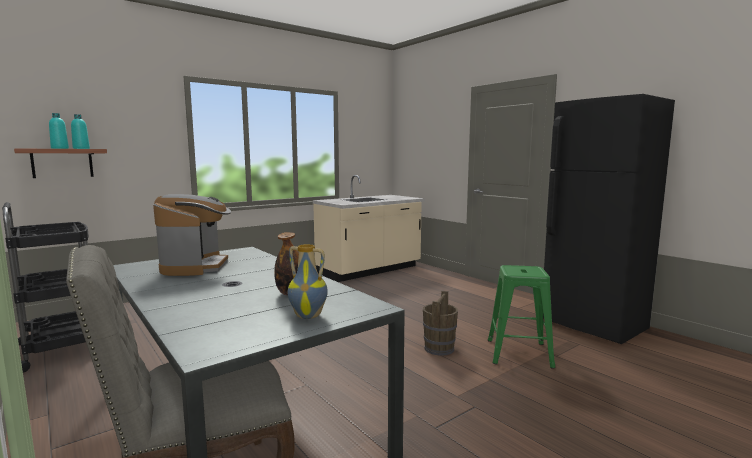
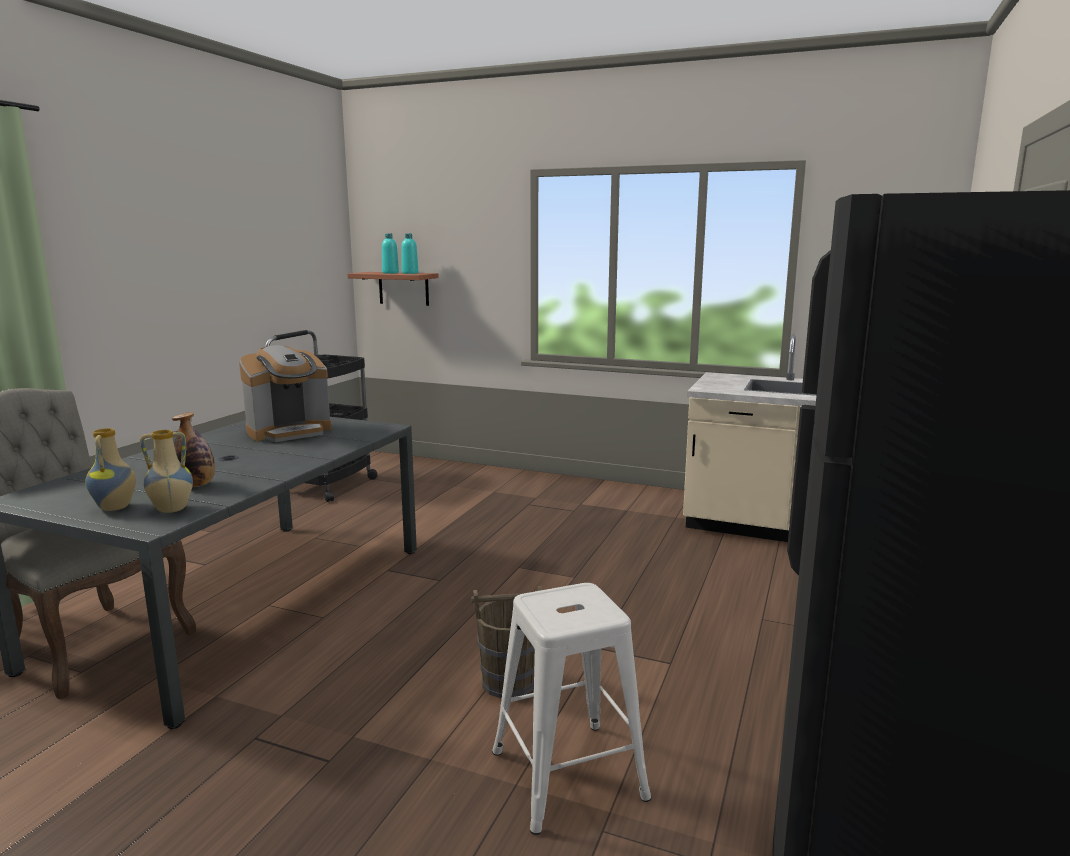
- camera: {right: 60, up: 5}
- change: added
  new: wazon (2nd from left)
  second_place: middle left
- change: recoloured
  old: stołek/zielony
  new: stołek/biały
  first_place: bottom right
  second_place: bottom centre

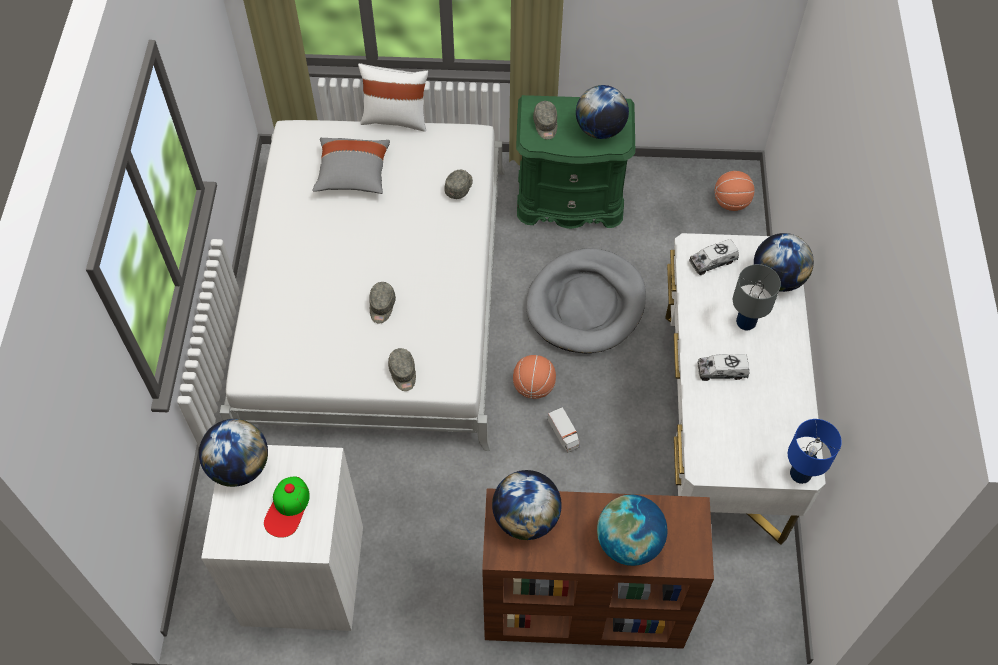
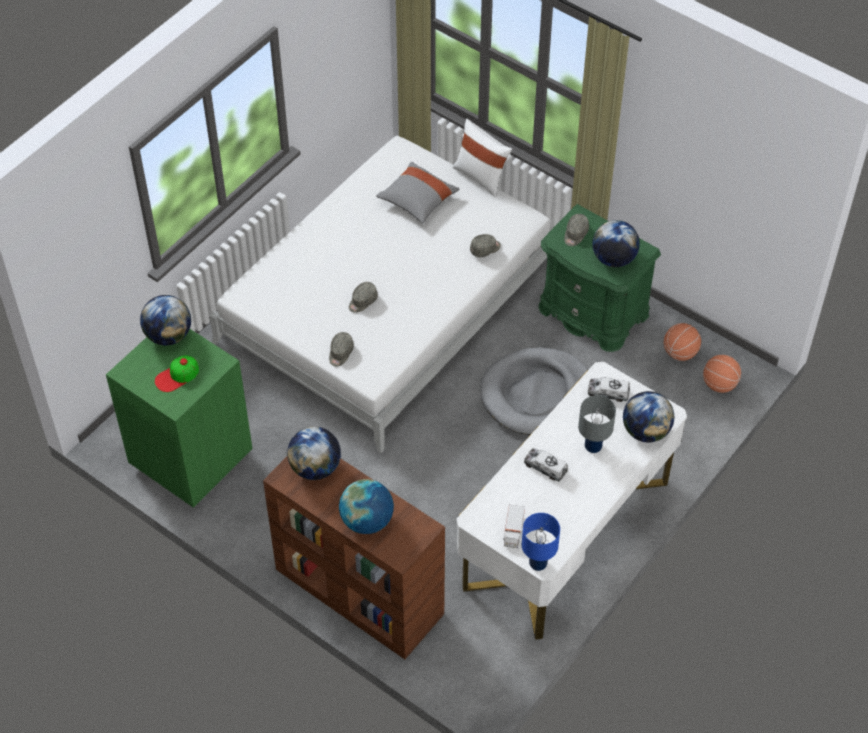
- camera: {right: 35, up: -5}
- change: recoloured
  old: komoda/biały
  new: komoda/zielony
  first_place: bottom left
  second_place: middle left
- change: moved
  old: ciężarówka zabawkowa (1st from left)
  first_place: centre
  second_place: bottom centre
- change: moved
  old: piłka do koszykówki (1st from left)
  first_place: centre
  second_place: middle right

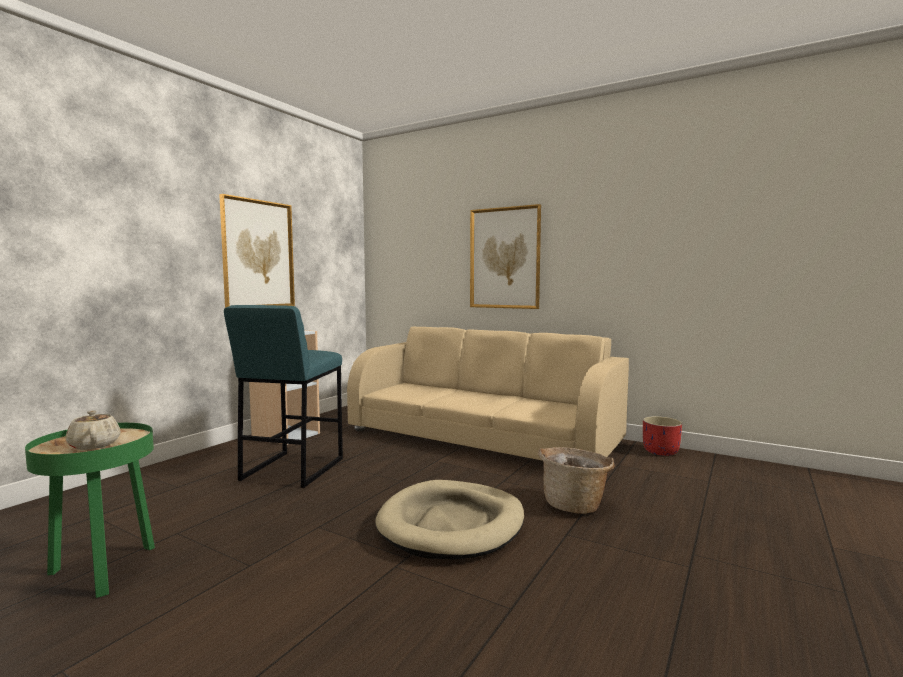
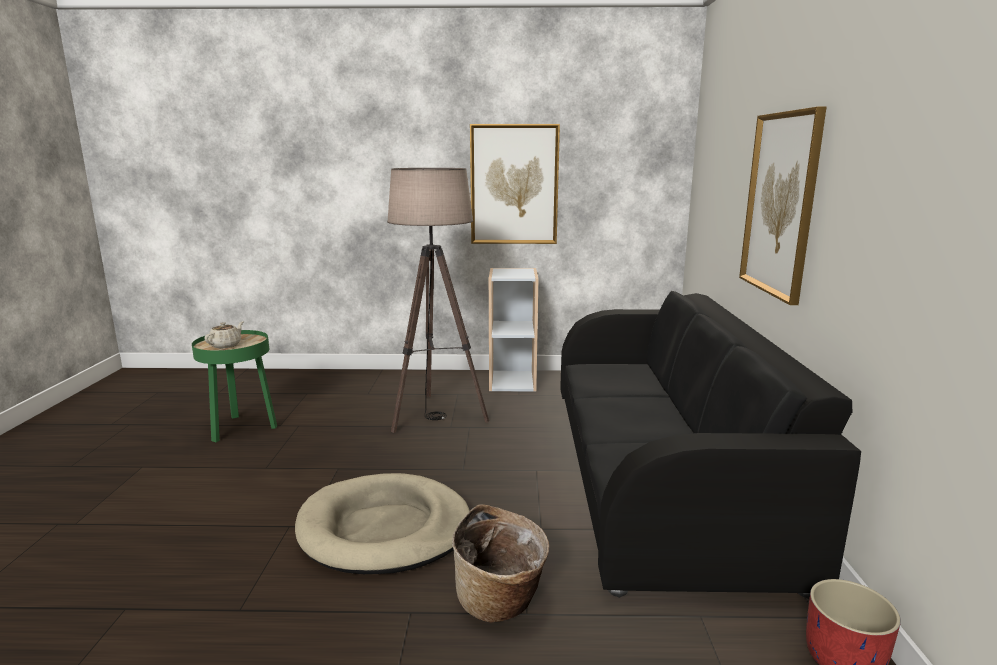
- camera: {right: 60, up: 10}
- change: replaced
  old: stołek/turkusowy
  new: lampa stojąca
  first_place: middle left
  second_place: centre
- change: recoloured
  old: kanapa/beżowy
  new: kanapa/czarny
  first_place: centre
  second_place: bottom right

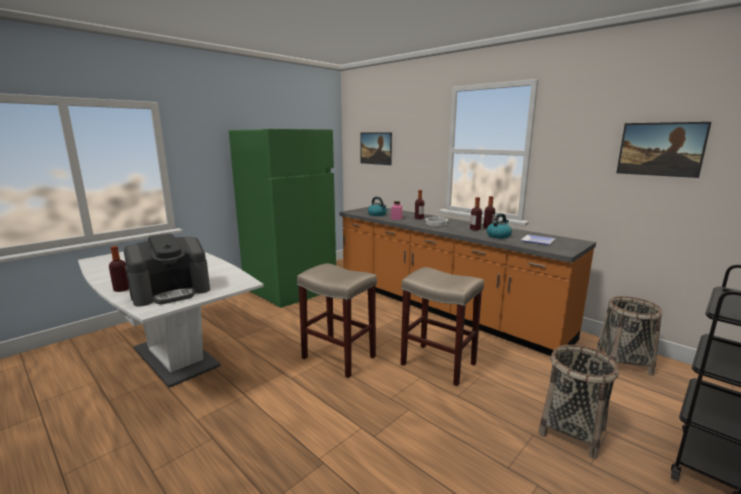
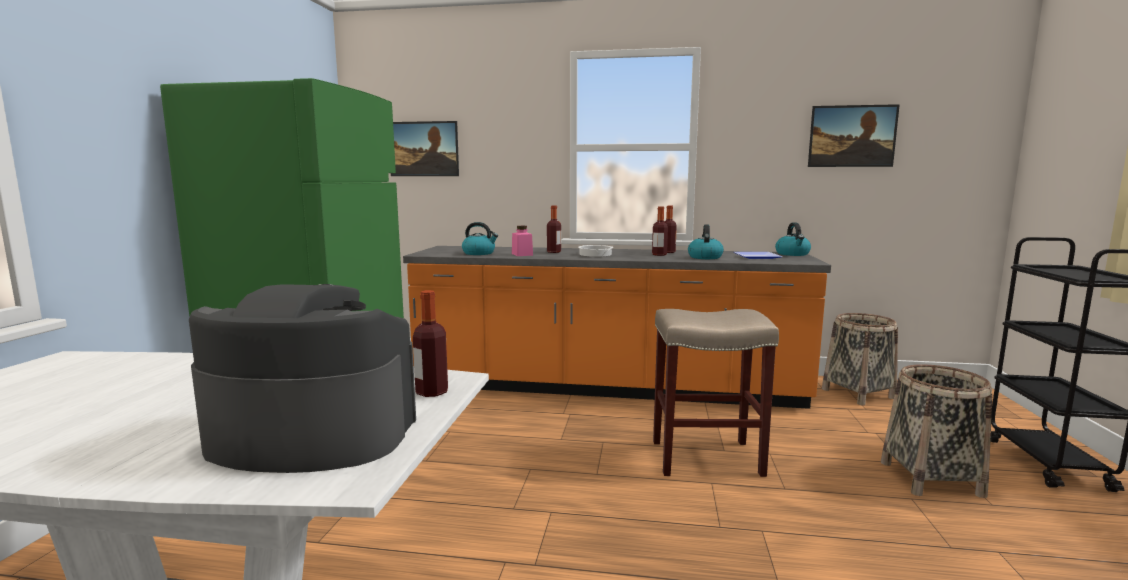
- camera: {right: -35, up: -5}
- change: turned
  old: ekspres do kawy
  first_place: middle left
  second_place: middle left
  degrees: -105
- change: moved
  old: butelka (1st from left)
  first_place: middle left
  second_place: centre
- change: added
  new: czajnik (3rd from left)
  second_place: middle right
- change: removed
  old: stołek/beżowy (1st from left)
  first_place: centre

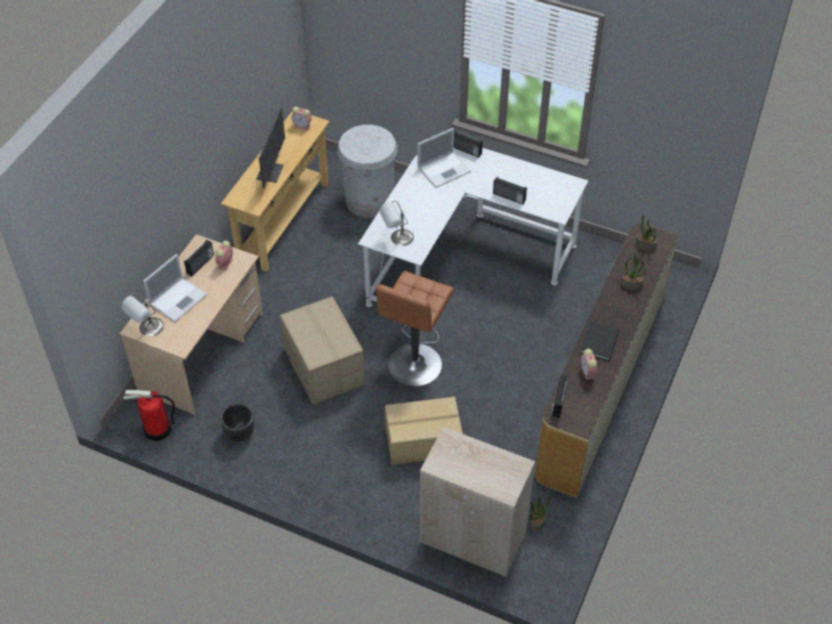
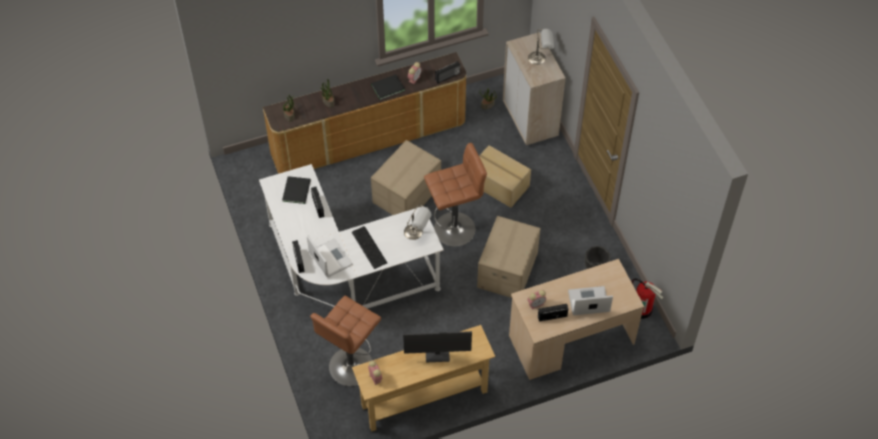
- camera: {right: -135, up: 5}
- change: added
  new: książka/czarny (1st from left)
  second_place: centre
- change: turned
  old: laptop (2nd from left in the first image)
  first_place: top centre
  second_place: centre
  degrees: 45
- change: replaced
  old: kosz na śmieci/biały
  new: stołek/brązowy (1st from left)
  first_place: top centre
  second_place: bottom centre
- change: added
  new: klawiatura
  second_place: centre
- change: added
  new: karton (1st from left)
  second_place: centre
- change: turned
  old: monitor
  first_place: top left
  second_place: bottom centre
  degrees: -150
- change: moved
  old: lampa stołowa/biały (1st from left in the first image)
  new: lampa stołowa/biały (2nd from left)
  first_place: middle left
  second_place: top centre

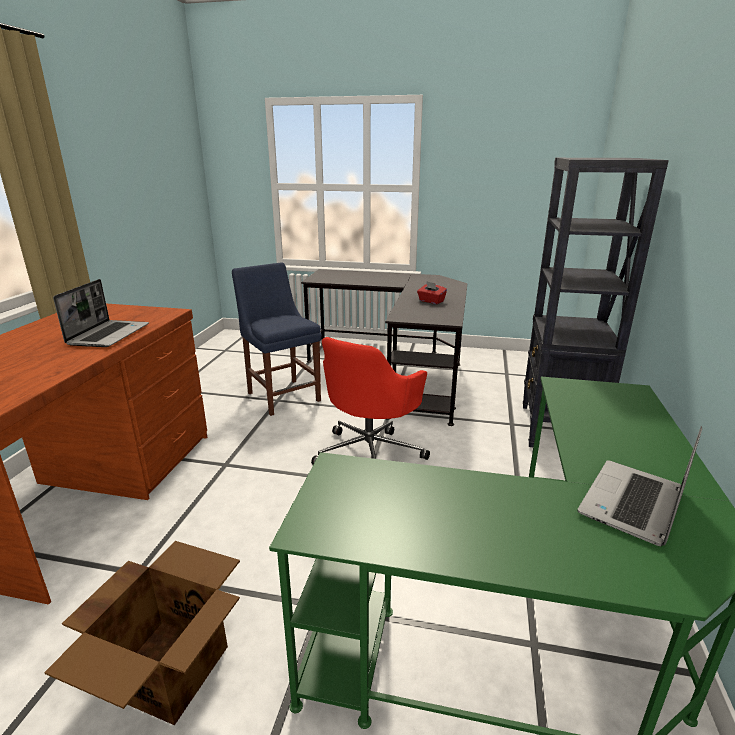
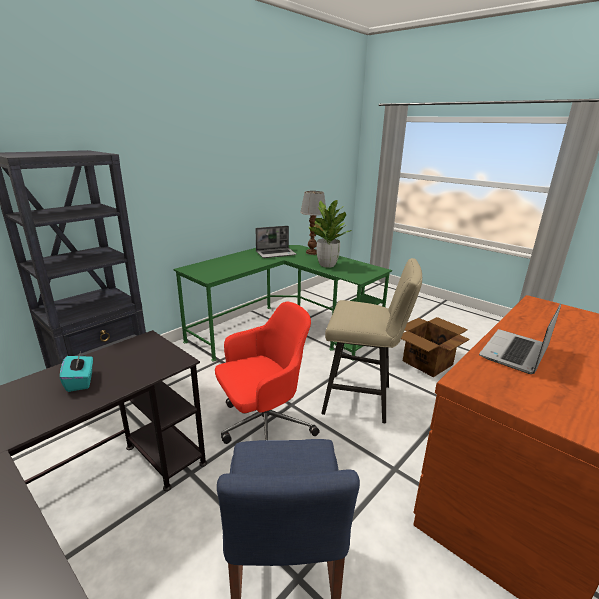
- camera: {right: -150, up: 0}
- change: recoloured
  old: pudełko chusteczek/czerwony
  new: pudełko chusteczek/turkusowy
  first_place: centre
  second_place: middle left
- change: added
  new: lampa stołowa
  second_place: centre
- change: added
  new: roślina doniczkowa
  second_place: centre
- change: added
  new: stołek/beżowy
  second_place: centre

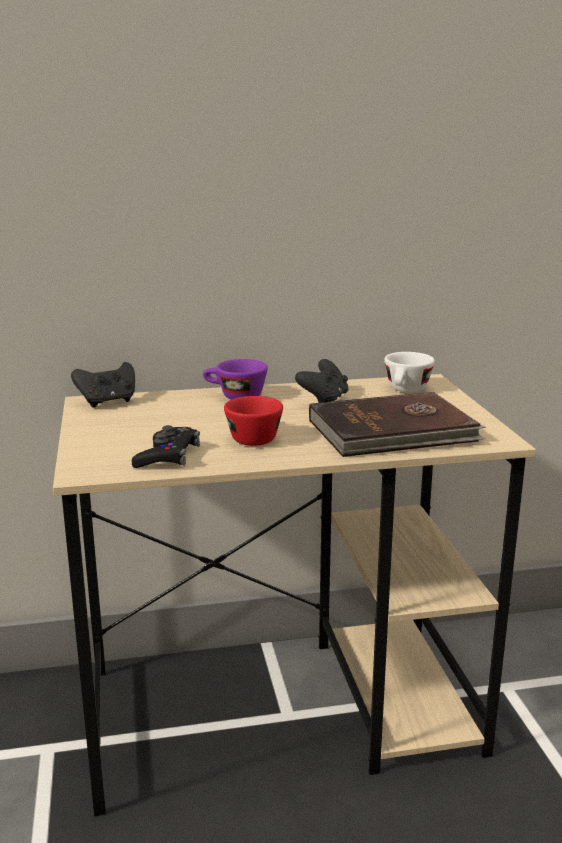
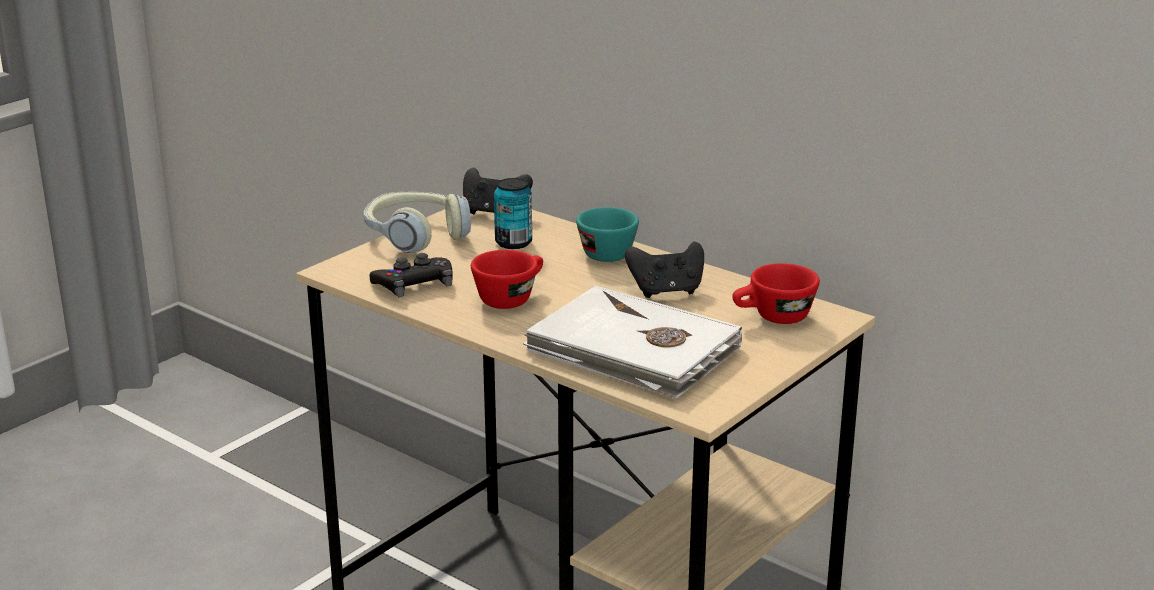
- camera: {right: 50, up: 5}
- change: added
  new: słuchawki
  second_place: centre
- change: added
  new: puszka
  second_place: centre
- change: recoloured
  old: książka/brązowy
  new: książka/biały
  first_place: middle right
  second_place: centre
- change: recoloured
  old: filiżanka/fioletowy
  new: filiżanka/turkusowy
  first_place: centre
  second_place: centre
- change: recoloured
  old: filiżanka/biały
  new: filiżanka/czerwony (2nd from left)
  first_place: middle right
  second_place: middle right

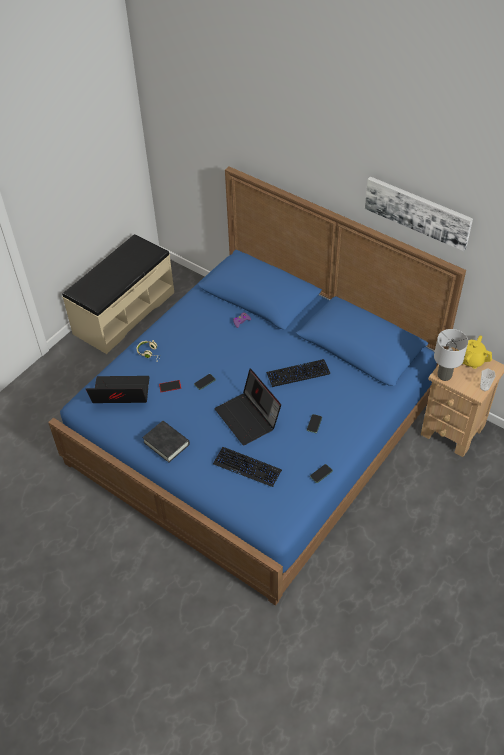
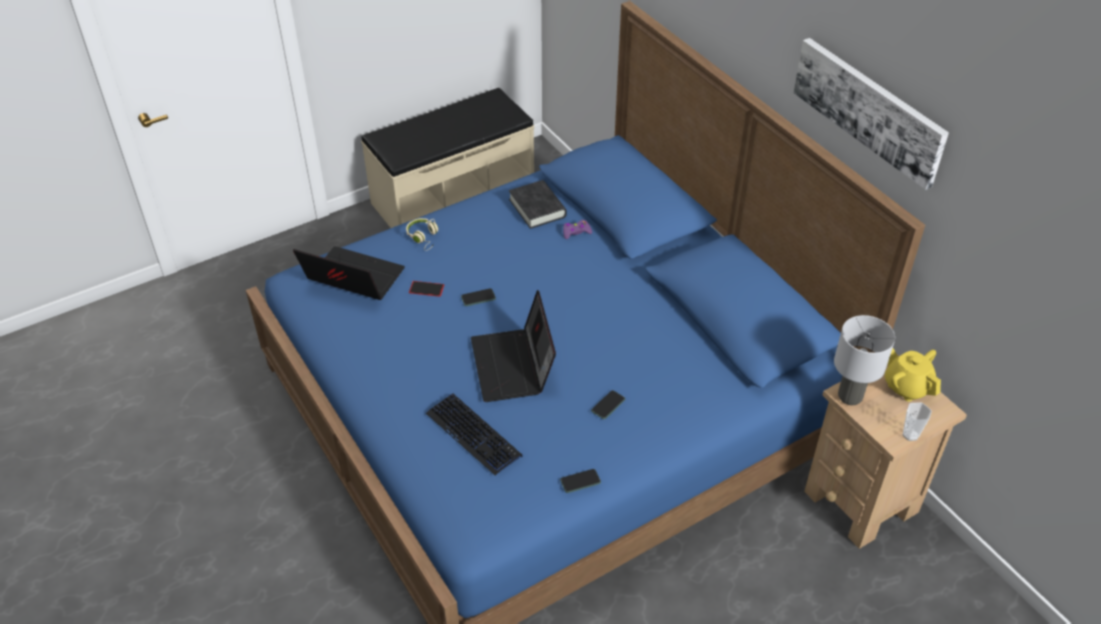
- camera: {right: 20, up: -5}
- change: moved
  old: książka/czarny
  first_place: middle left
  second_place: top centre
- change: removed
  old: klawiatura (2nd from left)
  first_place: centre

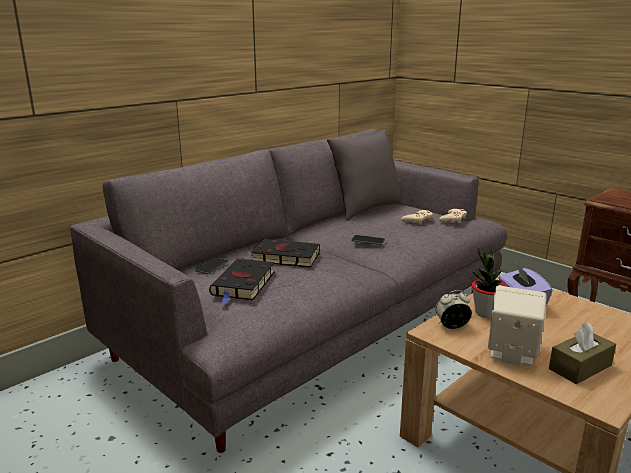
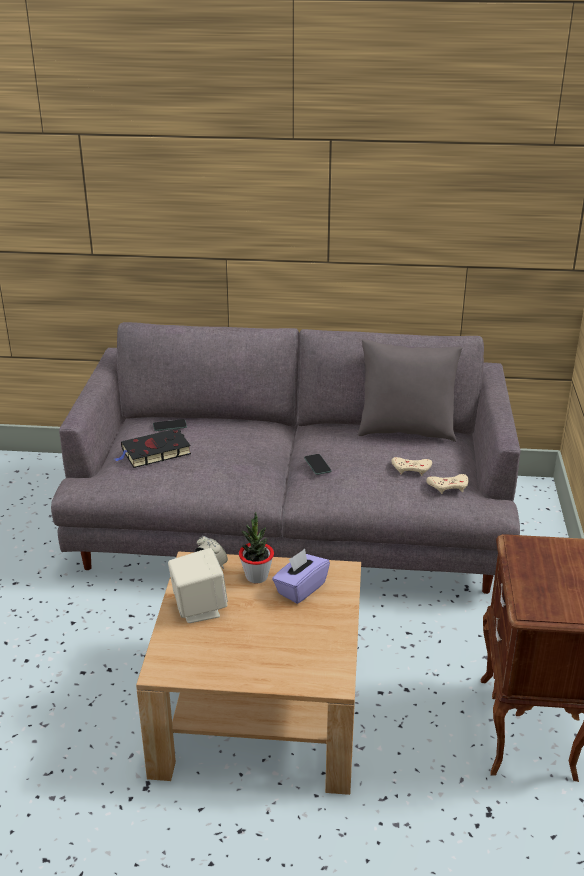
- camera: {right: 50, up: 10}
- change: removed
  old: książka/czarny (2nd from left)
  first_place: centre
- change: removed
  old: pudełko chusteczek/brązowy
  first_place: bottom right

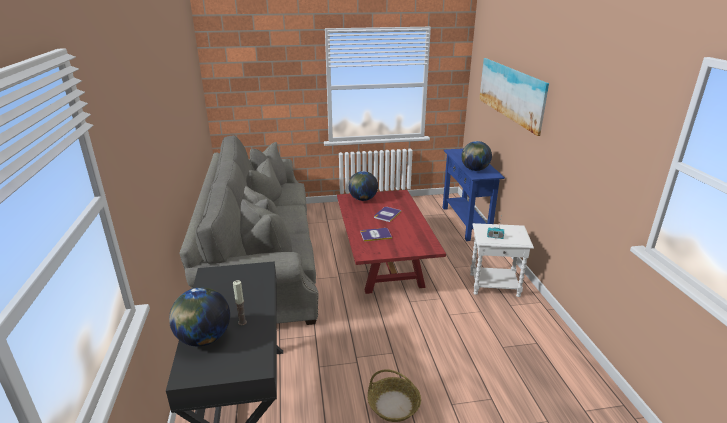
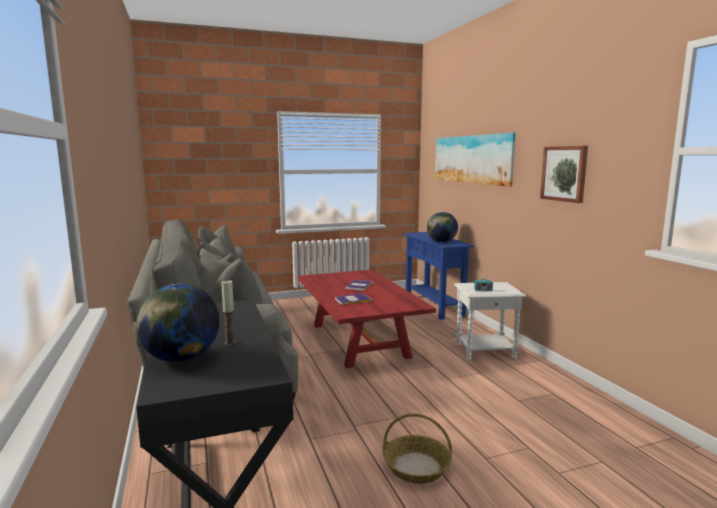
- camera: {right: -10, up: -15}
- change: added
  new: obraz (2nd from left)
  second_place: middle right
- change: removed
  old: globus (2nd from left)
  first_place: centre

